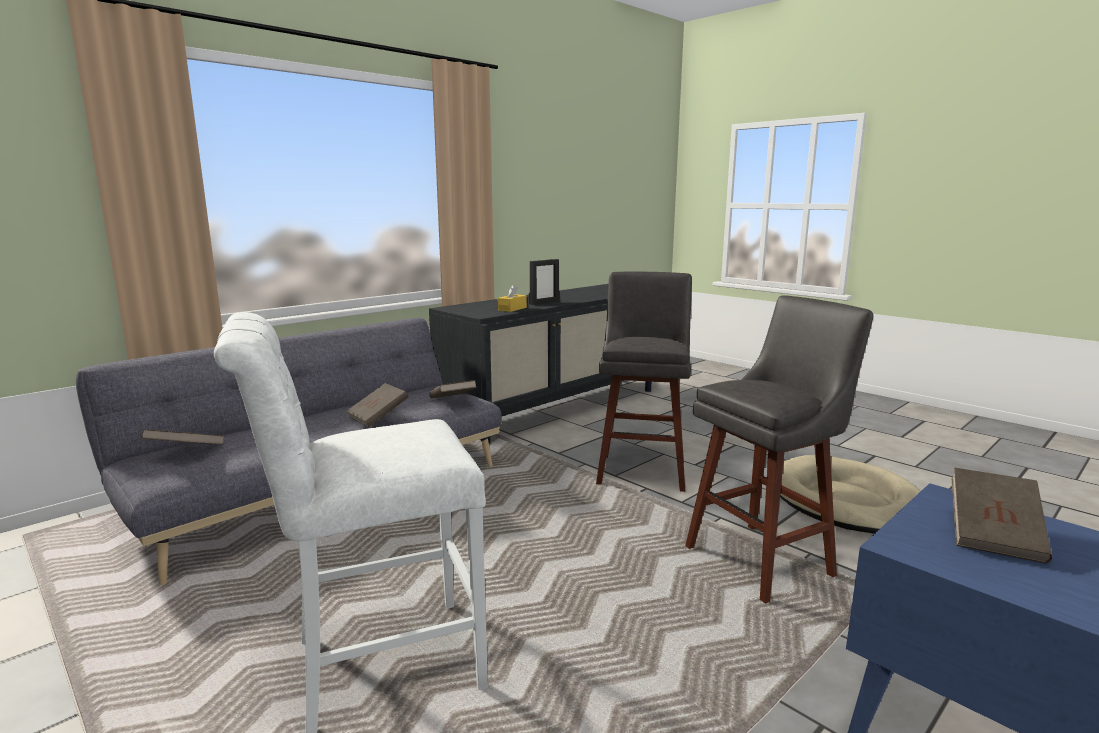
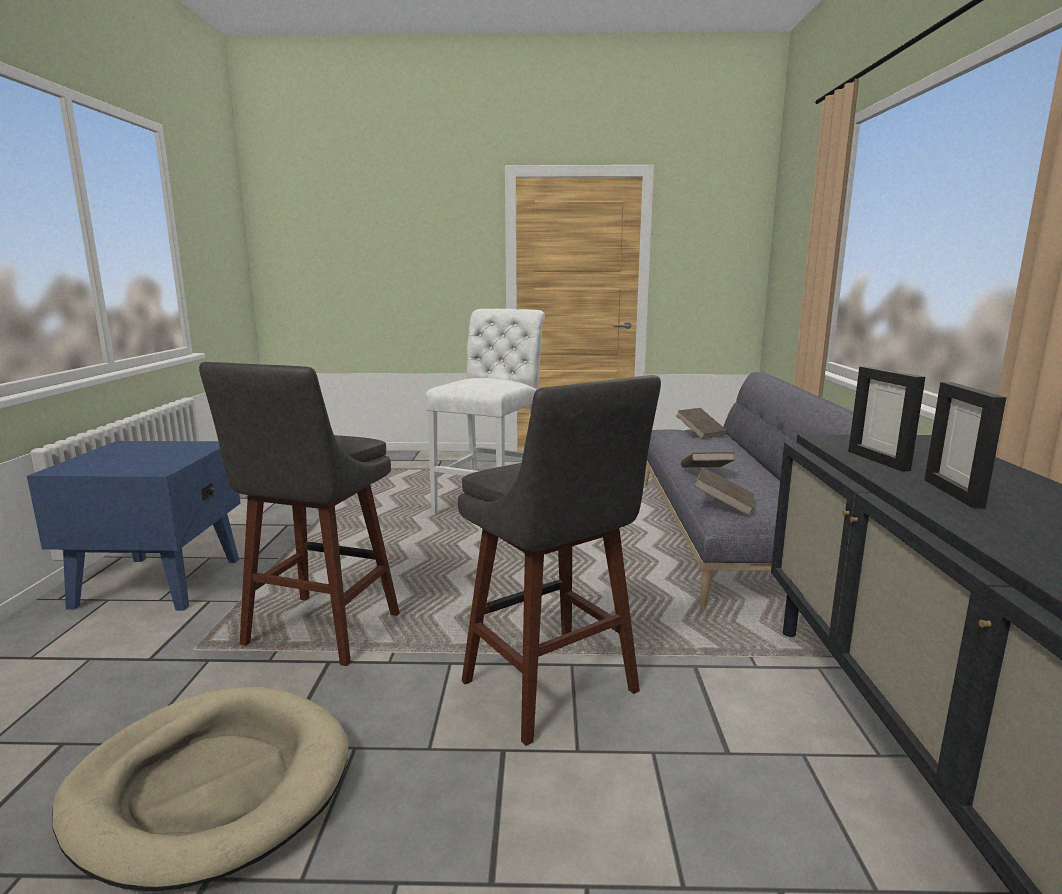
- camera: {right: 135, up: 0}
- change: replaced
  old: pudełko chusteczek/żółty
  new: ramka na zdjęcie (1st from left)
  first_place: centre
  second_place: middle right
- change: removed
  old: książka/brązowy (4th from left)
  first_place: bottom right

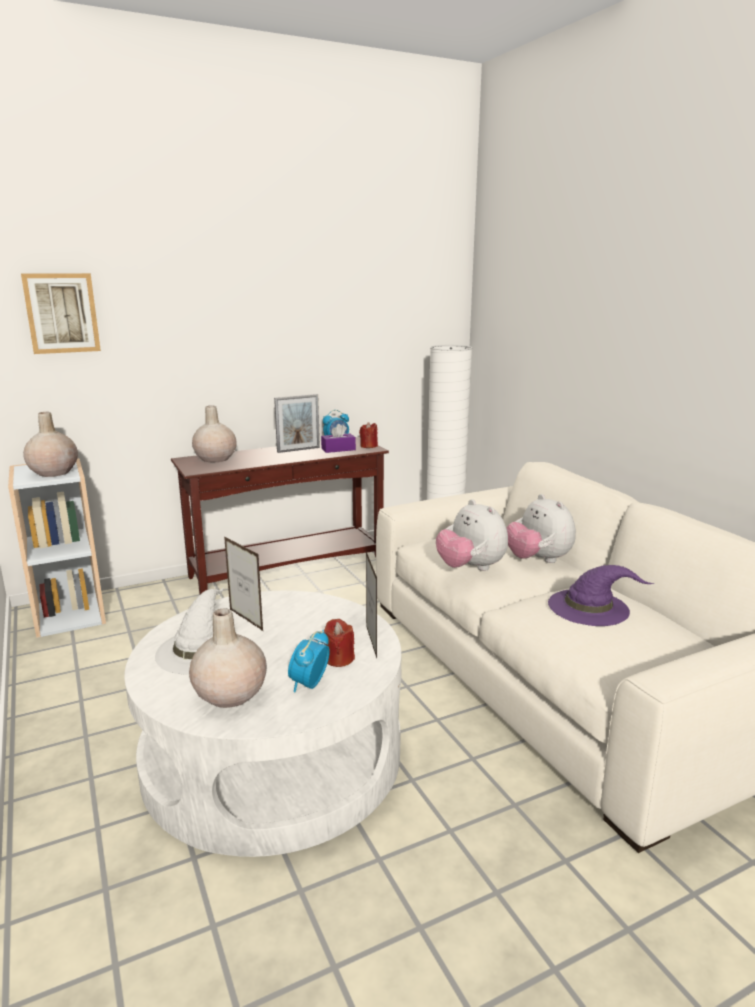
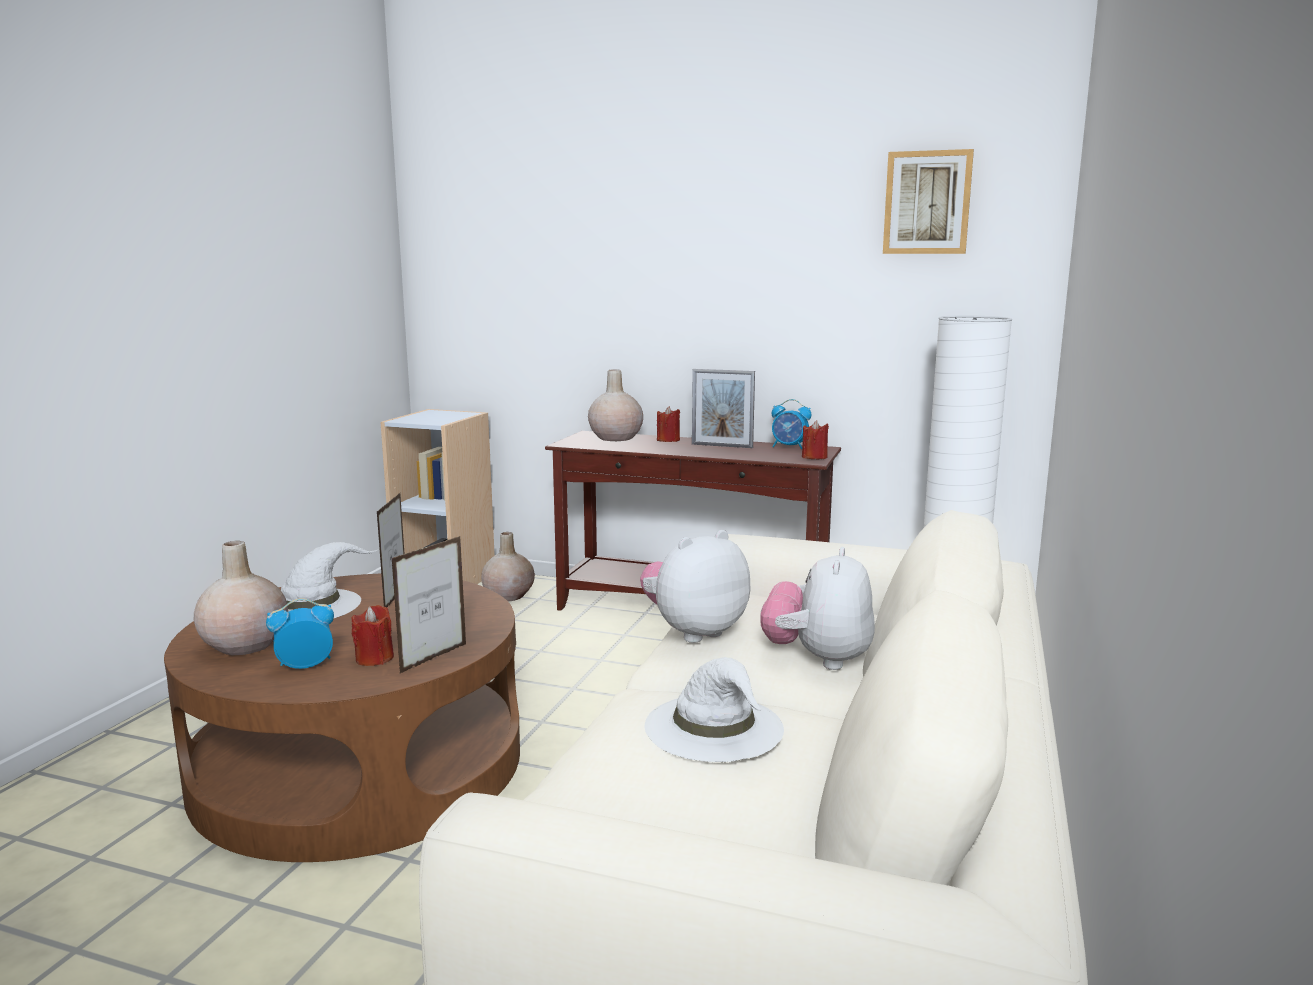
- camera: {right: 45, up: -5}
- change: recoloured
  old: ława/biały
  new: ława/brązowy
  first_place: bottom centre
  second_place: bottom left
- change: moved
  old: wazon/beżowy (1st from left in the first image)
  new: wazon/beżowy (2nd from left)
  first_place: middle left
  second_place: centre
- change: turned
  old: pluszak (1st from left)
  first_place: centre
  second_place: centre
  degrees: 45
- change: recoloured
  old: kapelusz/fioletowy
  new: kapelusz/biały (2nd from left)
  first_place: middle right
  second_place: bottom centre
- change: added
  new: świeca/czerwony (2nd from left)
  second_place: centre
- change: moved
  old: obraz
  first_place: top left
  second_place: top right
- change: removed
  old: pudełko chusteczek/fioletowy
  first_place: centre

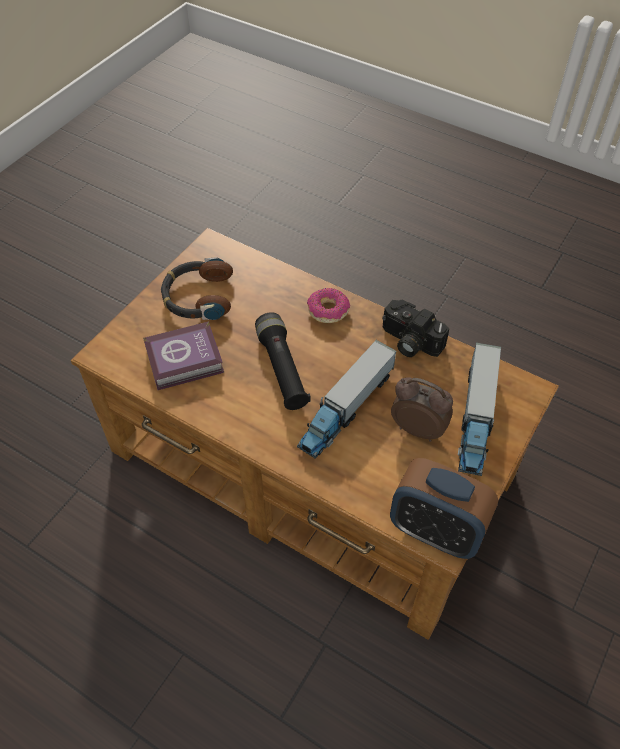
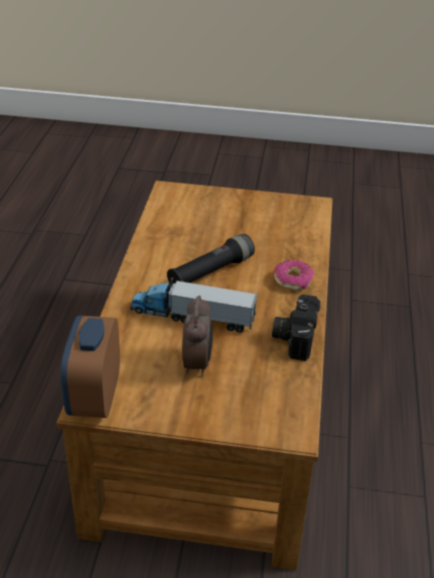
- camera: {right: 65, up: -15}
- change: removed
  old: książka
  first_place: middle left
- change: removed
  old: słuchawki
  first_place: middle left
- change: removed
  old: ciężarówka zabawkowa (2nd from left)
  first_place: middle right

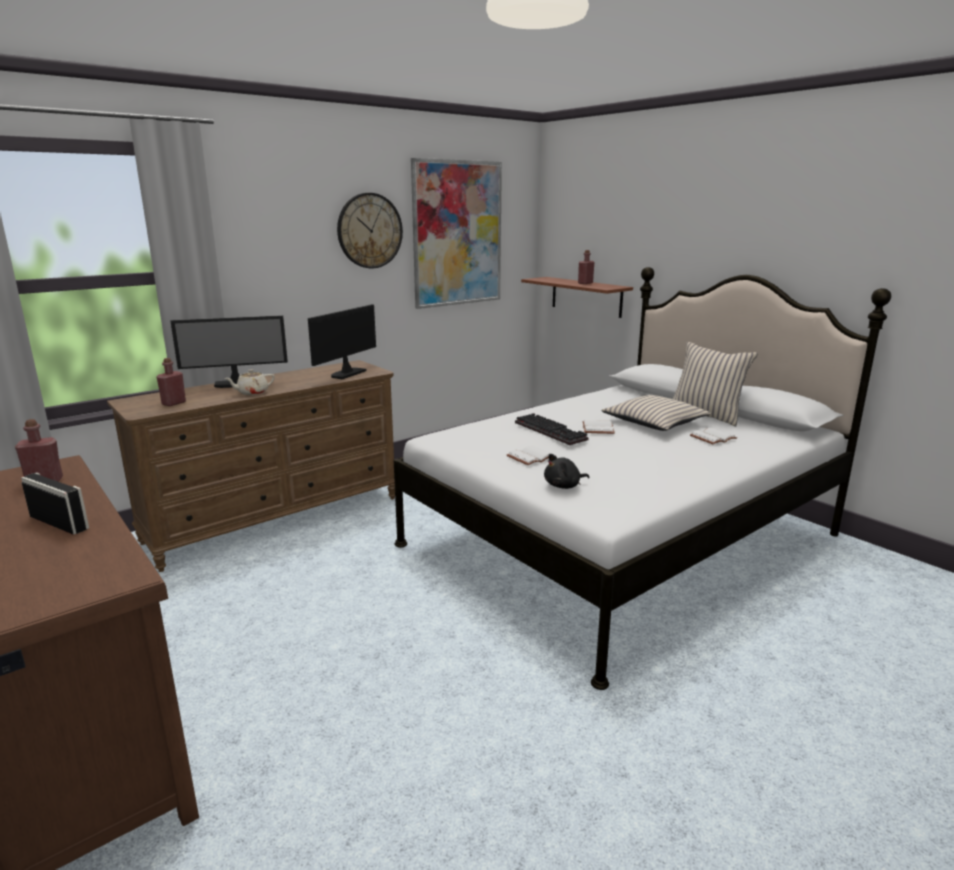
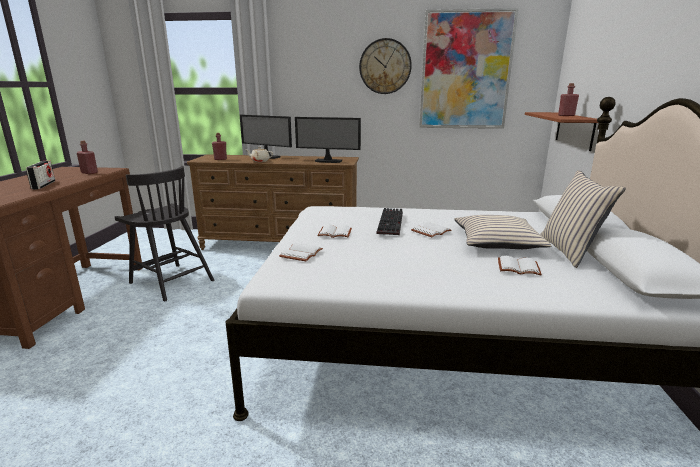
- camera: {right: 45, up: 0}
- change: added
  new: krzesło/czarny
  second_place: middle left
- change: replaced
  old: pluszak/czarny
  new: książka/biały (1st from left)
  first_place: centre
  second_place: centre
- change: turned
  old: monitor (2nd from left)
  first_place: centre
  second_place: top centre
  degrees: -150

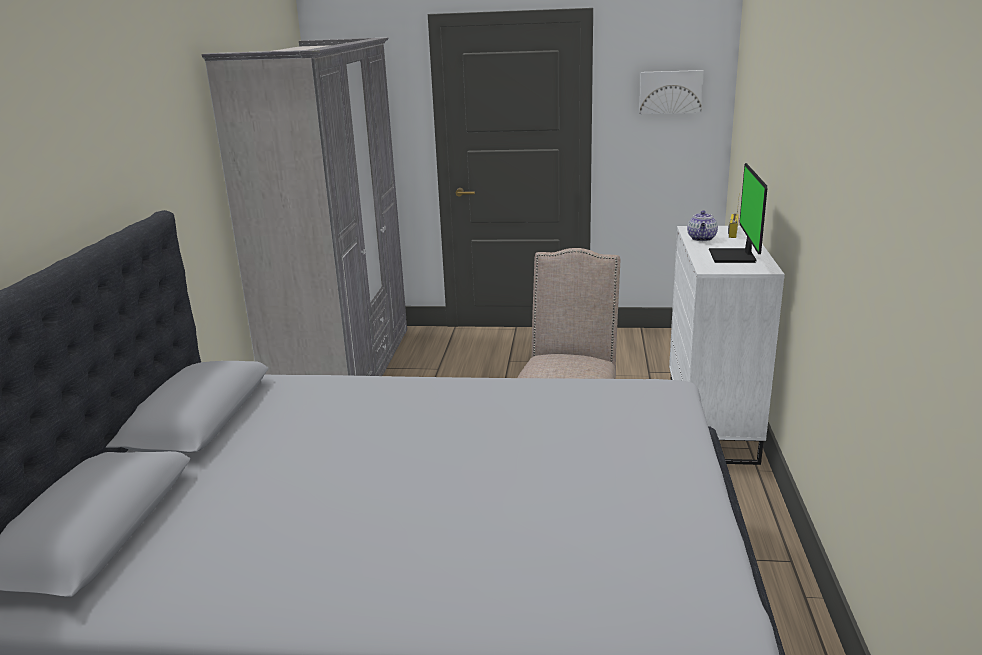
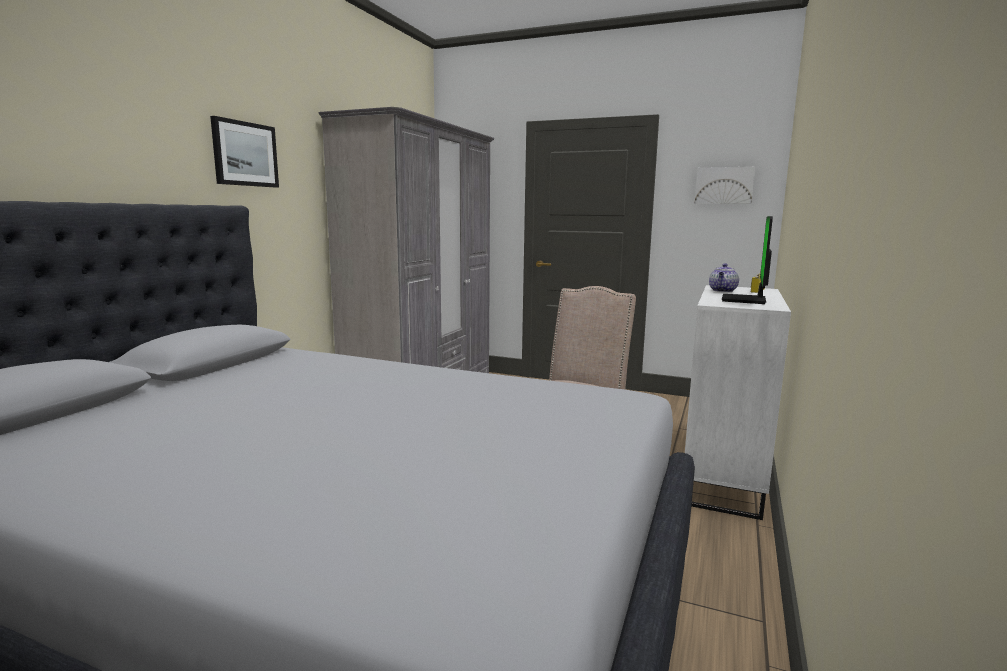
- camera: {right: 15, up: -10}
- change: added
  new: obraz (1st from left)
  second_place: top left

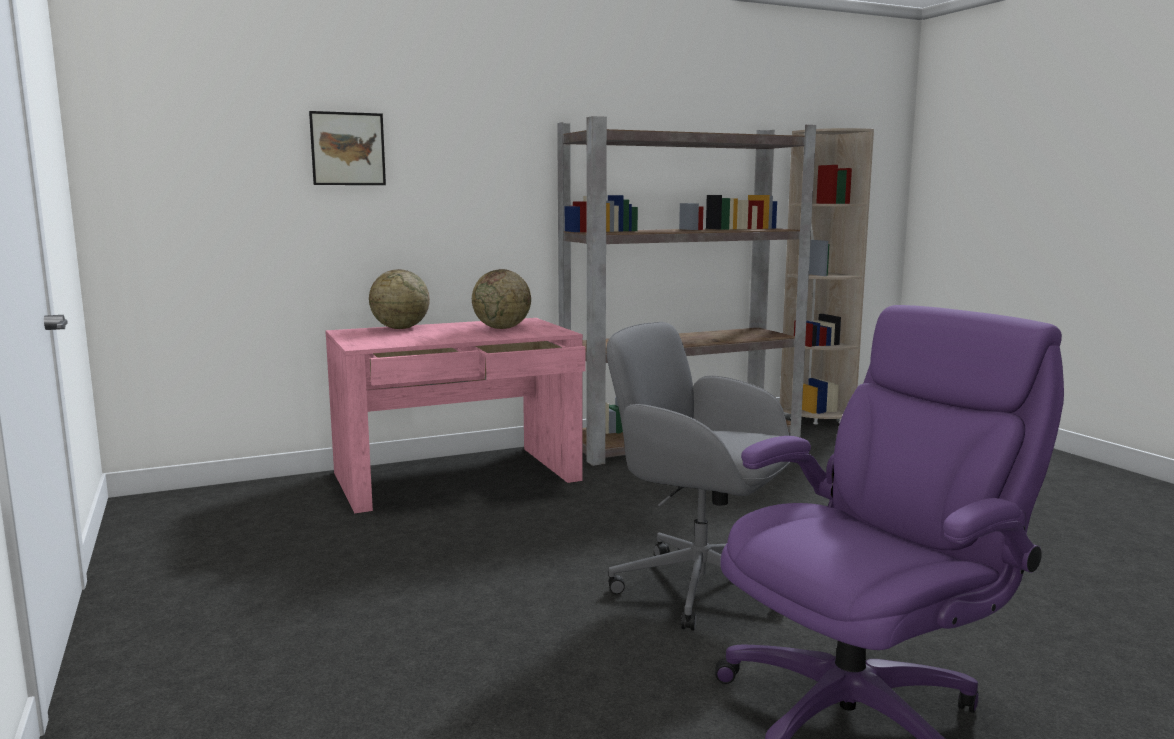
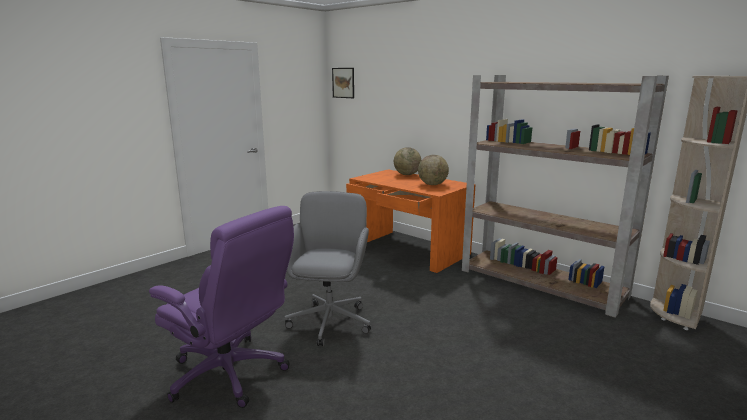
- camera: {right: 65, up: 5}
- change: moved
  old: obraz
  first_place: top left
  second_place: top centre
- change: recoloured
  old: biurko/różowy
  new: biurko/pomarańczowy
  first_place: centre
  second_place: centre

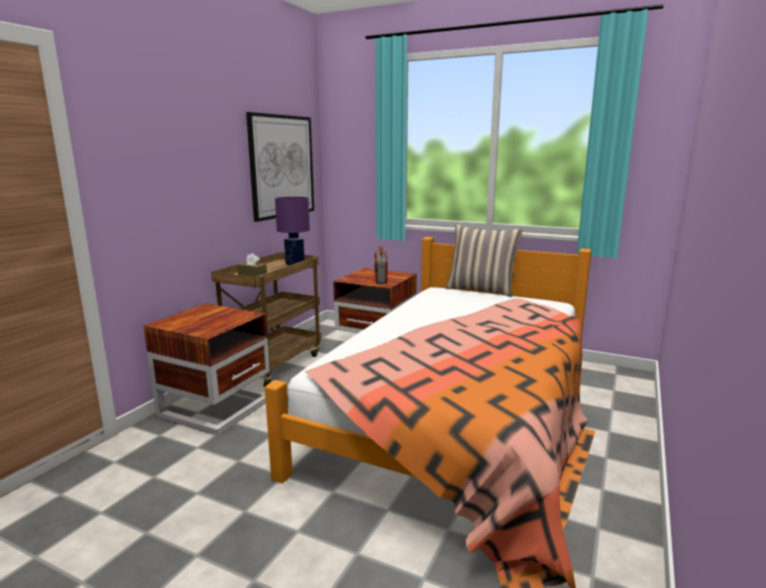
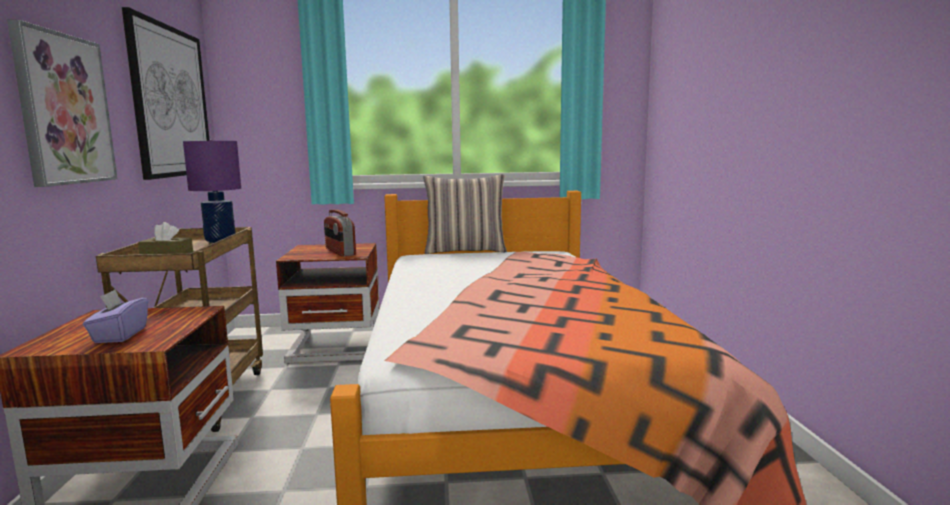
- camera: {right: -30, up: -5}
- change: added
  new: obraz (1st from left)
  second_place: top left
- change: added
  new: pudełko chusteczek/fioletowy
  second_place: middle left

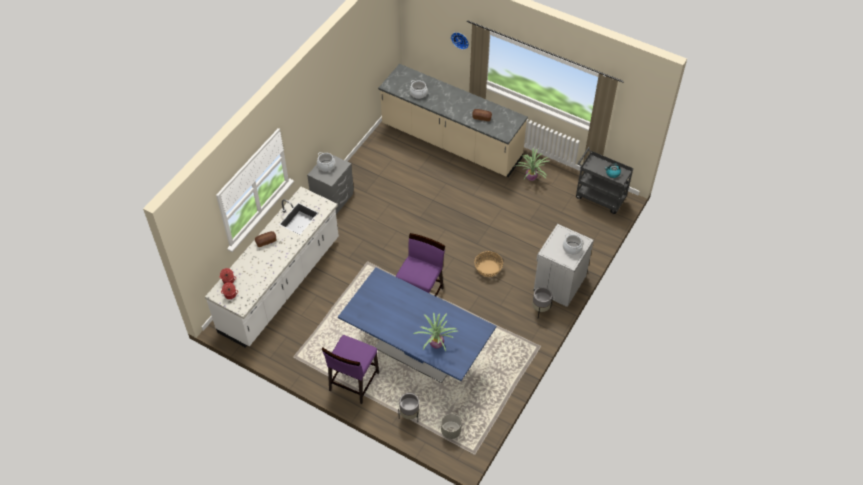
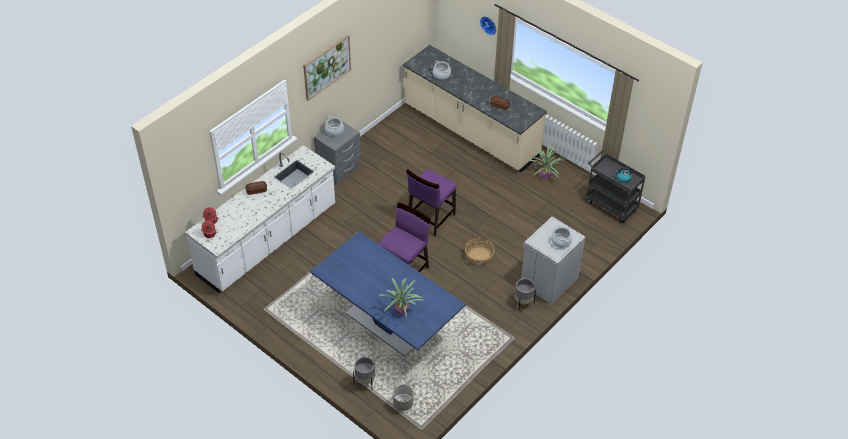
- camera: {right: 10, up: -5}
- change: added
  new: obraz
  second_place: top centre
- change: moved
  old: krzesło/fioletowy (1st from left in the first image)
  new: krzesło/fioletowy (2nd from left)
  first_place: bottom centre
  second_place: centre

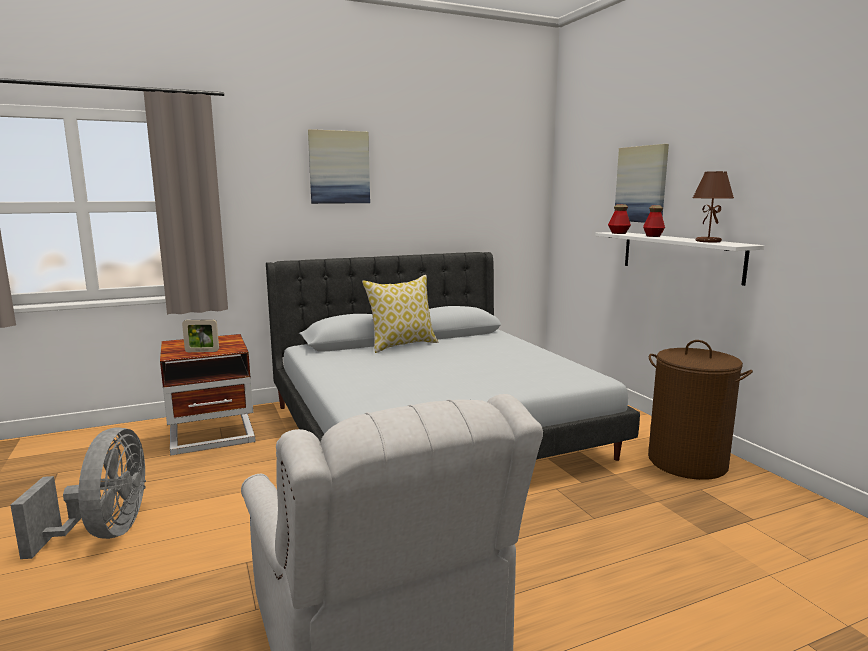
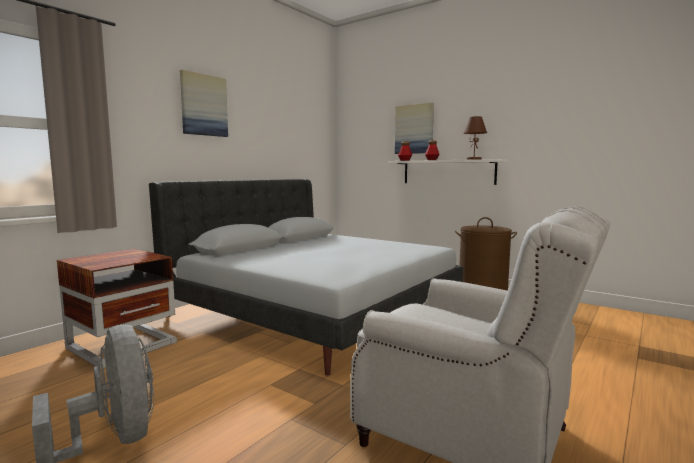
- camera: {right: -30, up: -5}
- change: removed
  old: ramka na zdjęcie
  first_place: middle left
- change: removed
  old: poduszka
  first_place: centre

